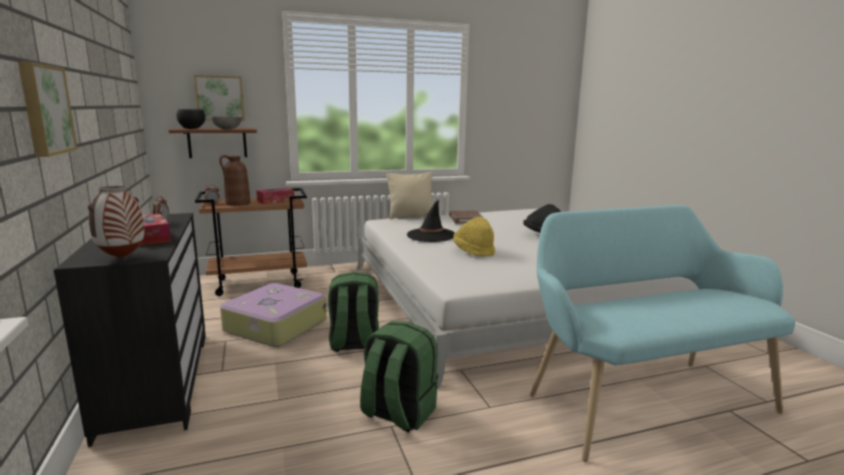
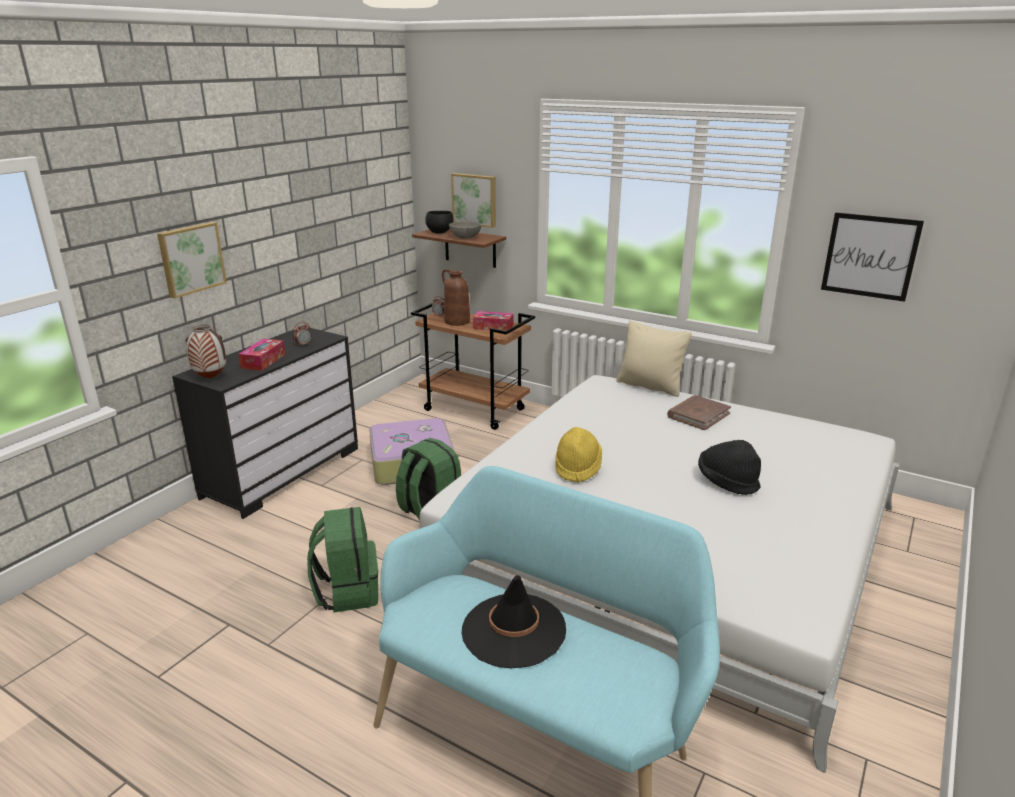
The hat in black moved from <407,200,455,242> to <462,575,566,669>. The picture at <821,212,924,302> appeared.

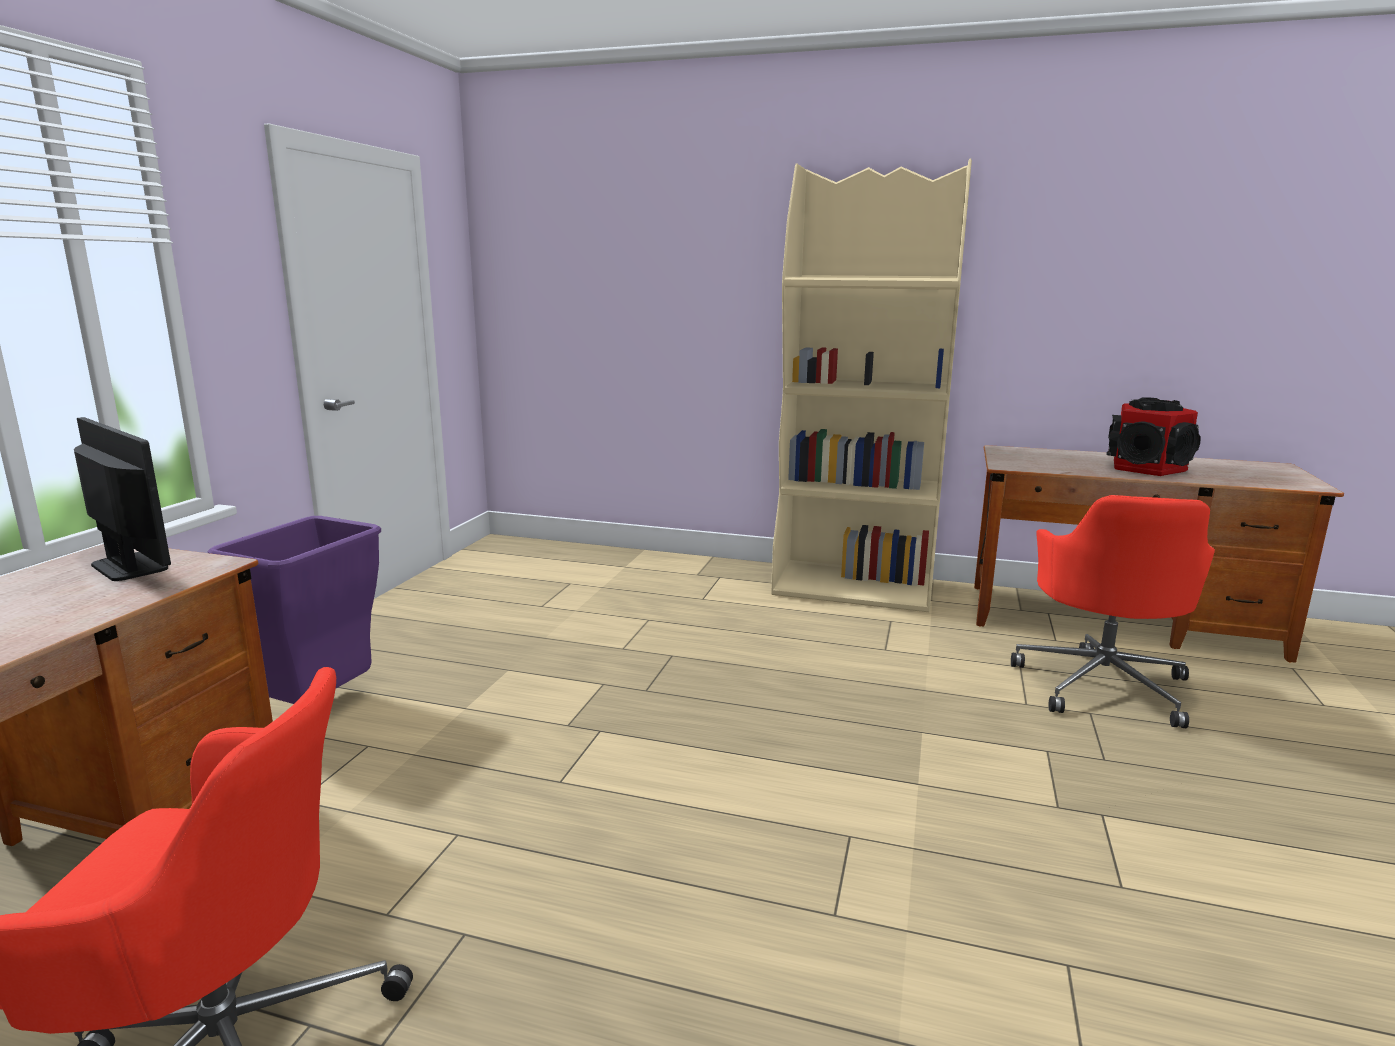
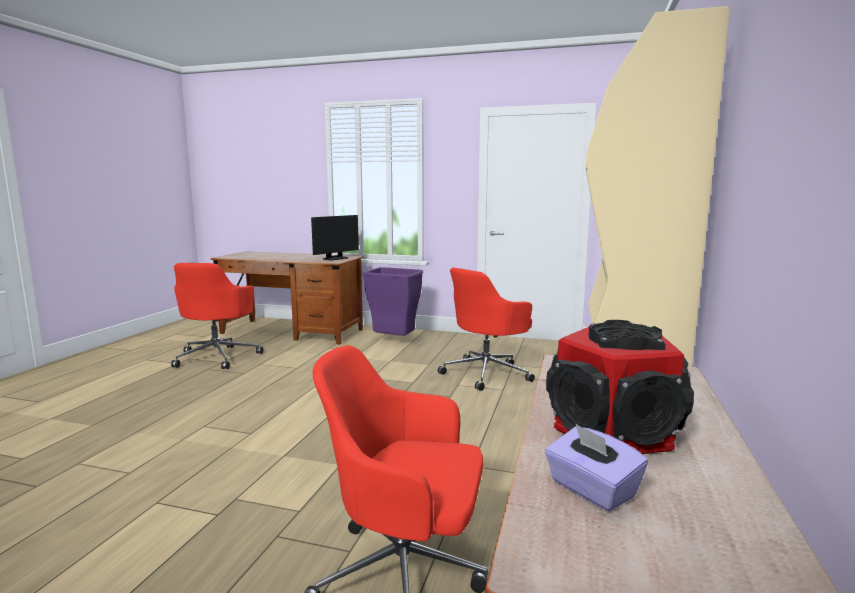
The office chair in red at <437,267,535,391> appeared. The tissue box in purple at <545,423,648,511> appeared.

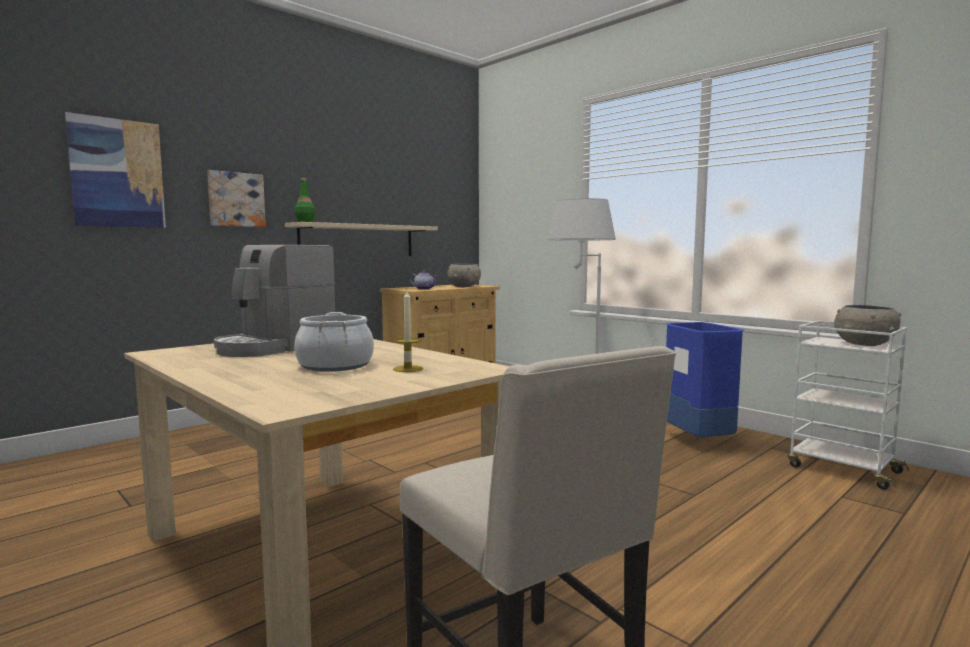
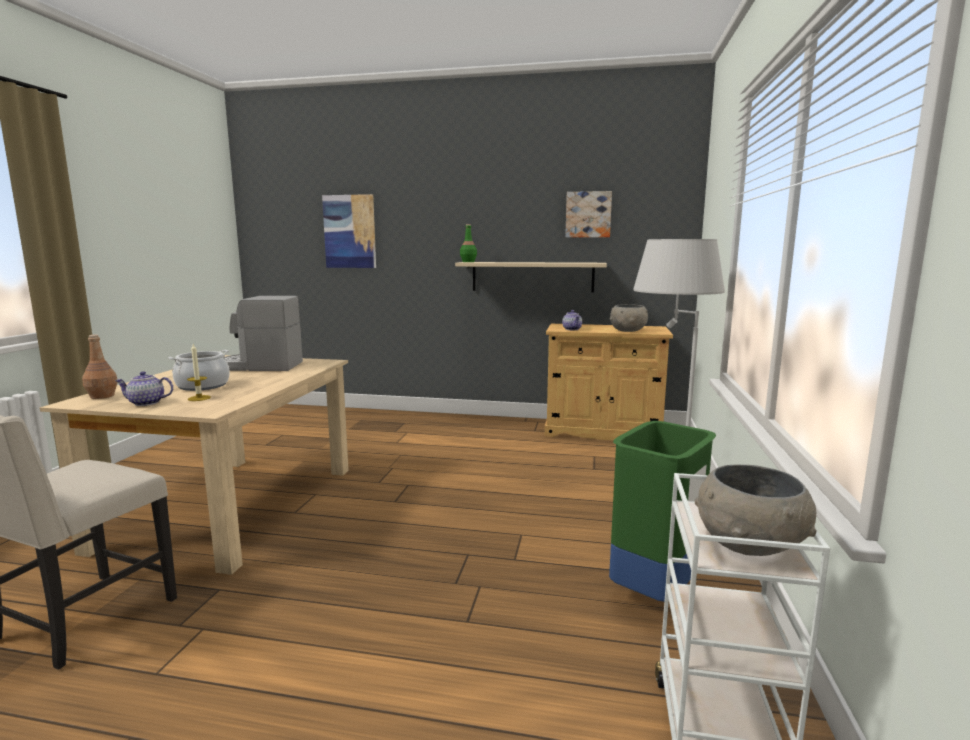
The picture moved from <207,170,266,227> to <565,191,612,238>. The trash can in blue at <666,322,744,437> became the trash can in green at <609,421,716,602>. The bottle in brown at <82,335,118,399> appeared. The teapot at <115,371,173,406> appeared.

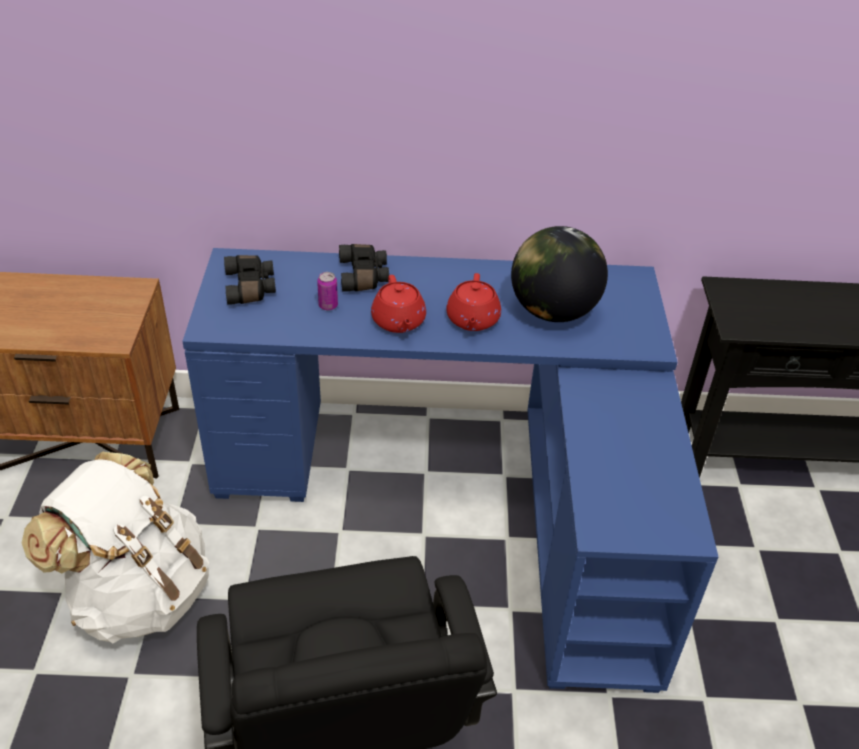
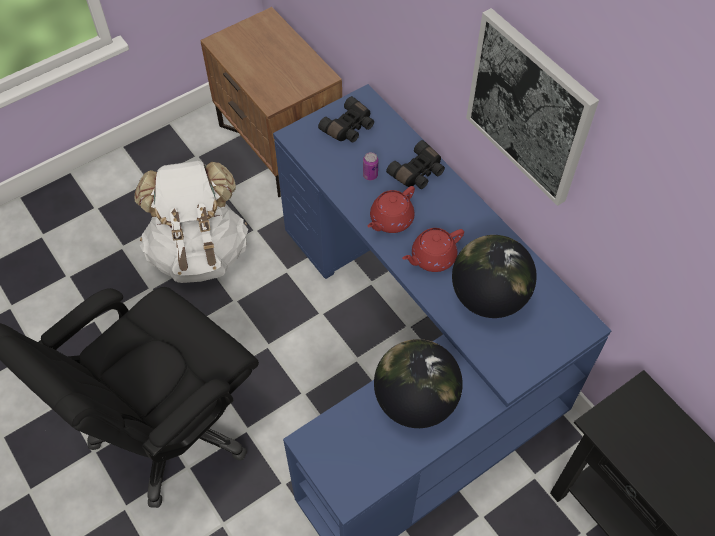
The picture at <466,8,599,206> appeared. The globe at <374,339,463,428> appeared.

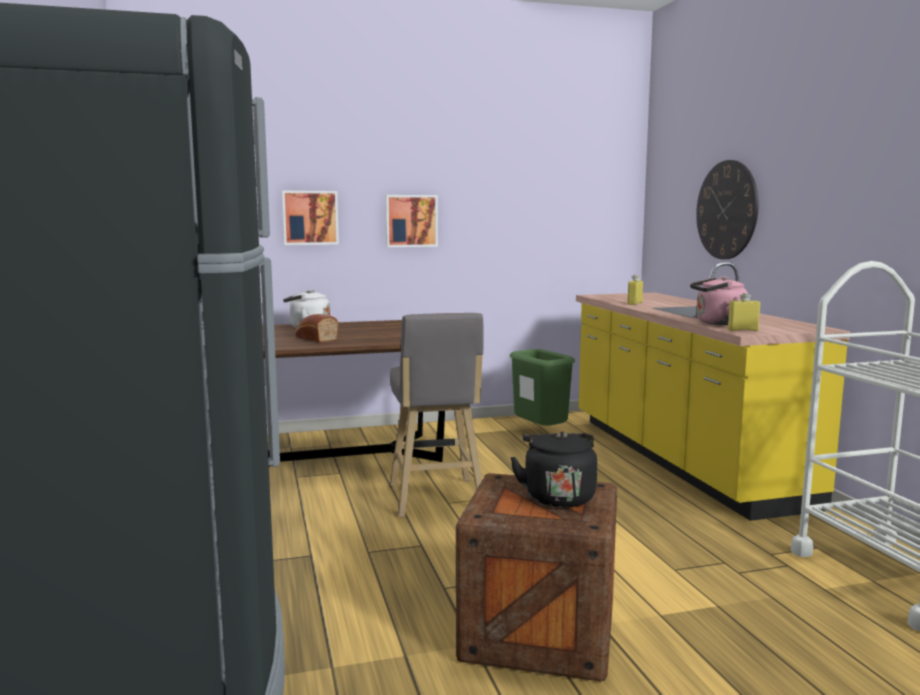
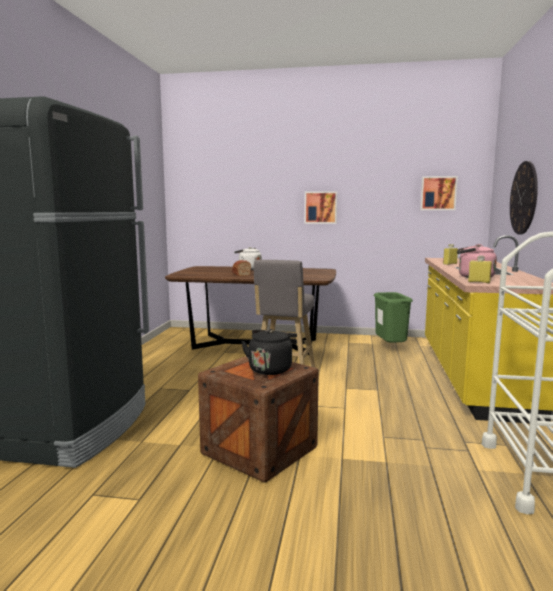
The picture moved from <282,191,339,245> to <420,176,458,210>.

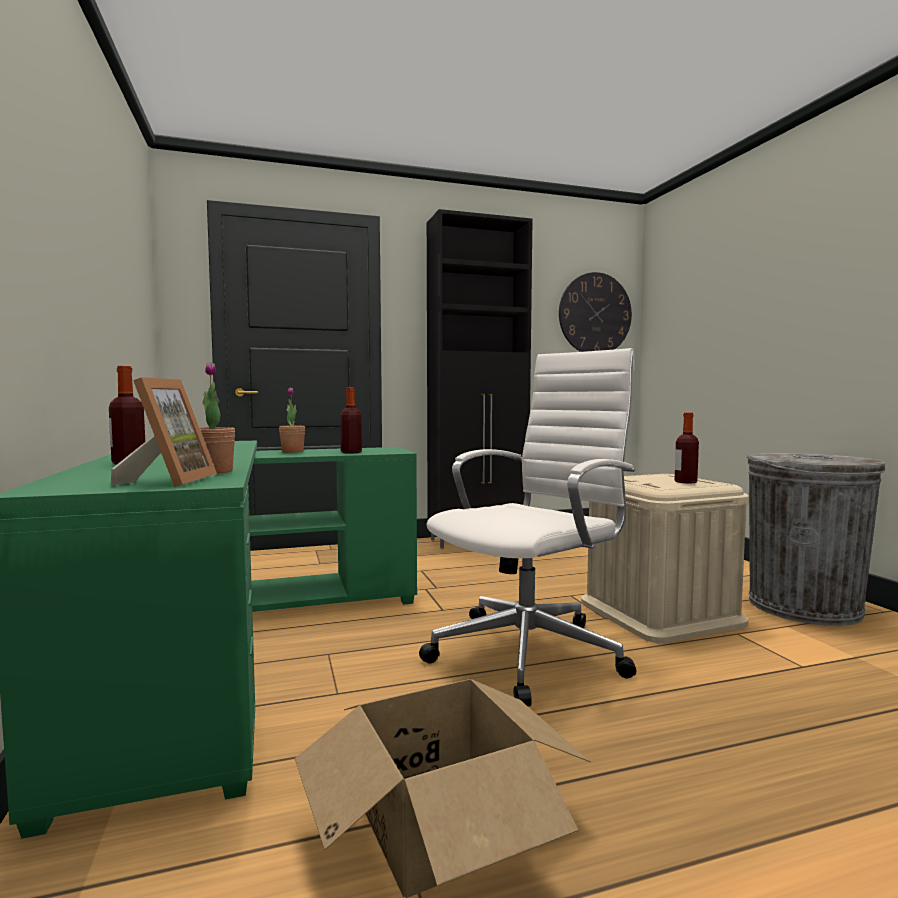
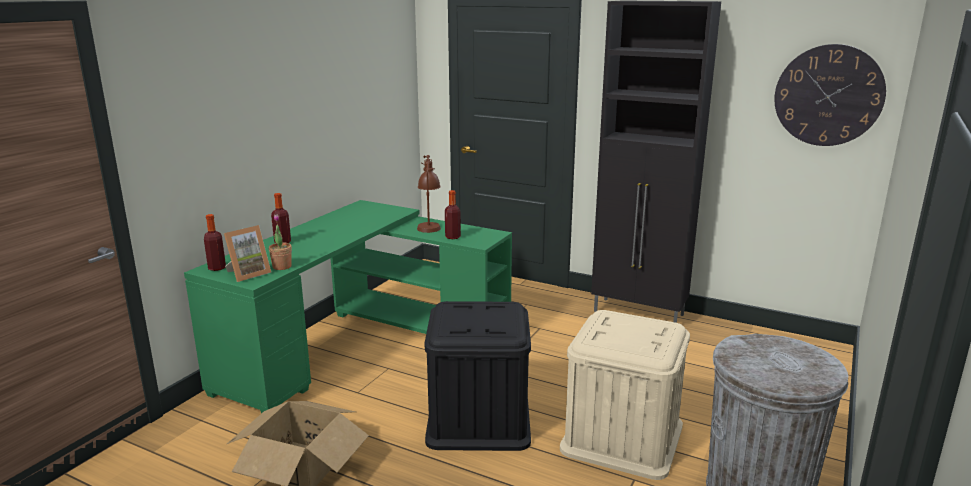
The office chair in white at <419,348,636,706> was replaced by the storage box in black at <424,301,531,451>. The potted plant at <279,387,305,453> was replaced by the table lamp in brown at <417,155,441,233>. The bottle moved from <675,413,699,484> to <204,214,226,271>.

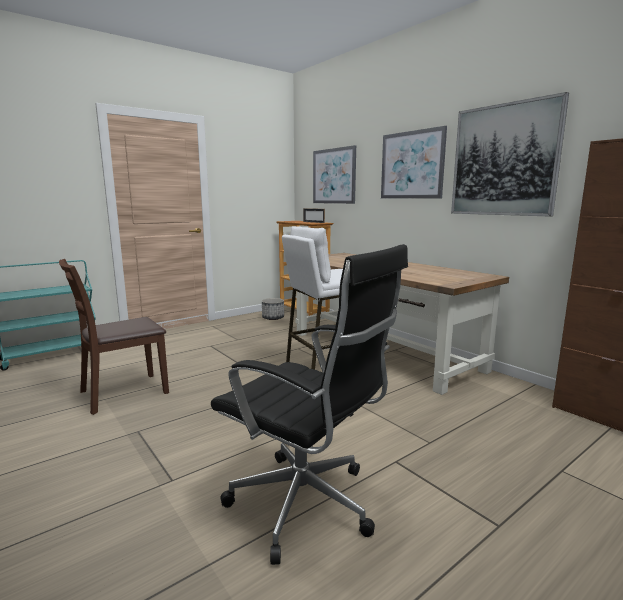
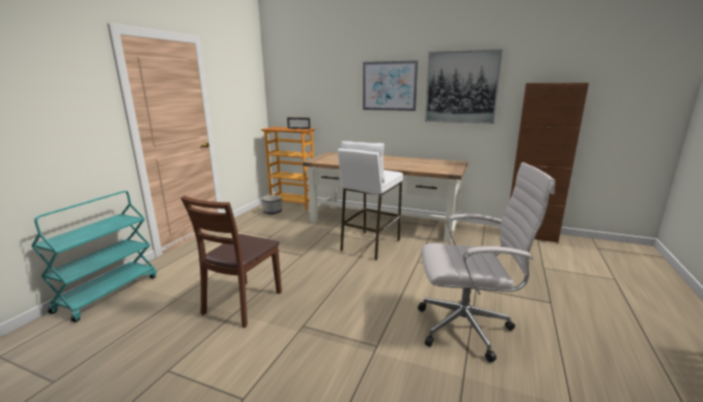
The picture at <313,145,356,204> disappeared. The office chair in black at <211,244,408,565> became the office chair in white at <418,162,555,362>.

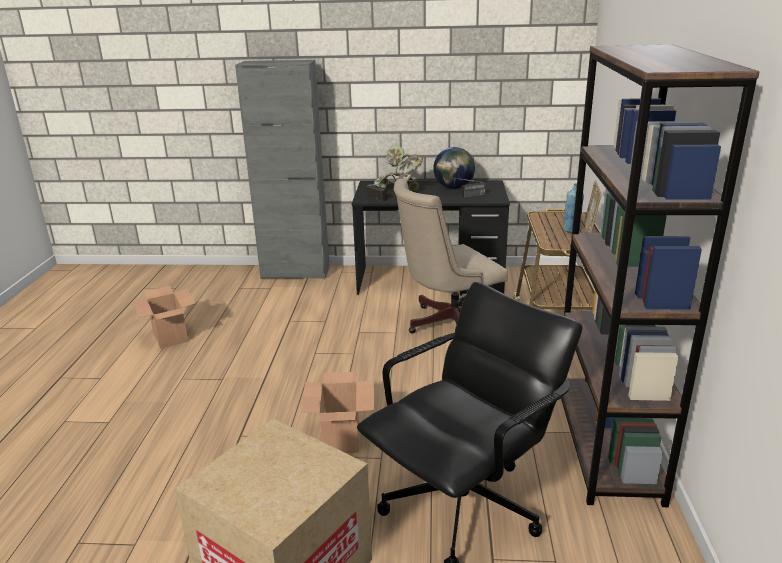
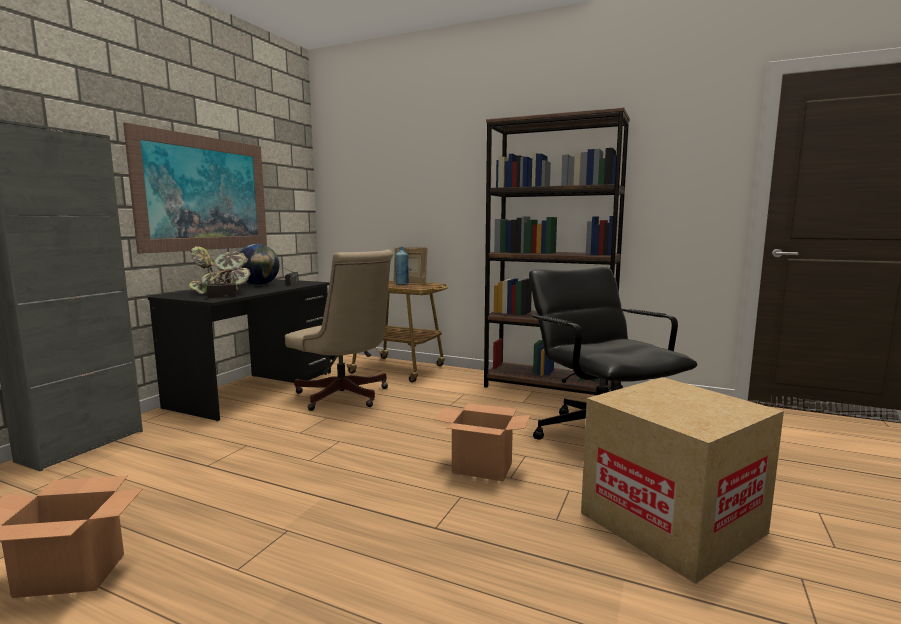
The office chair in beige at <394,179,508,334> turned 45 degrees counterclockwise. The picture at <123,122,267,254> appeared.

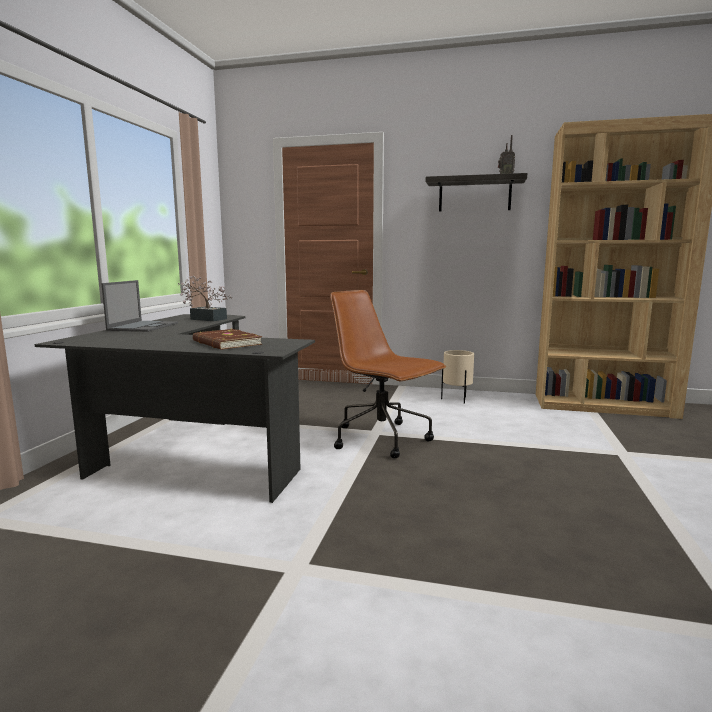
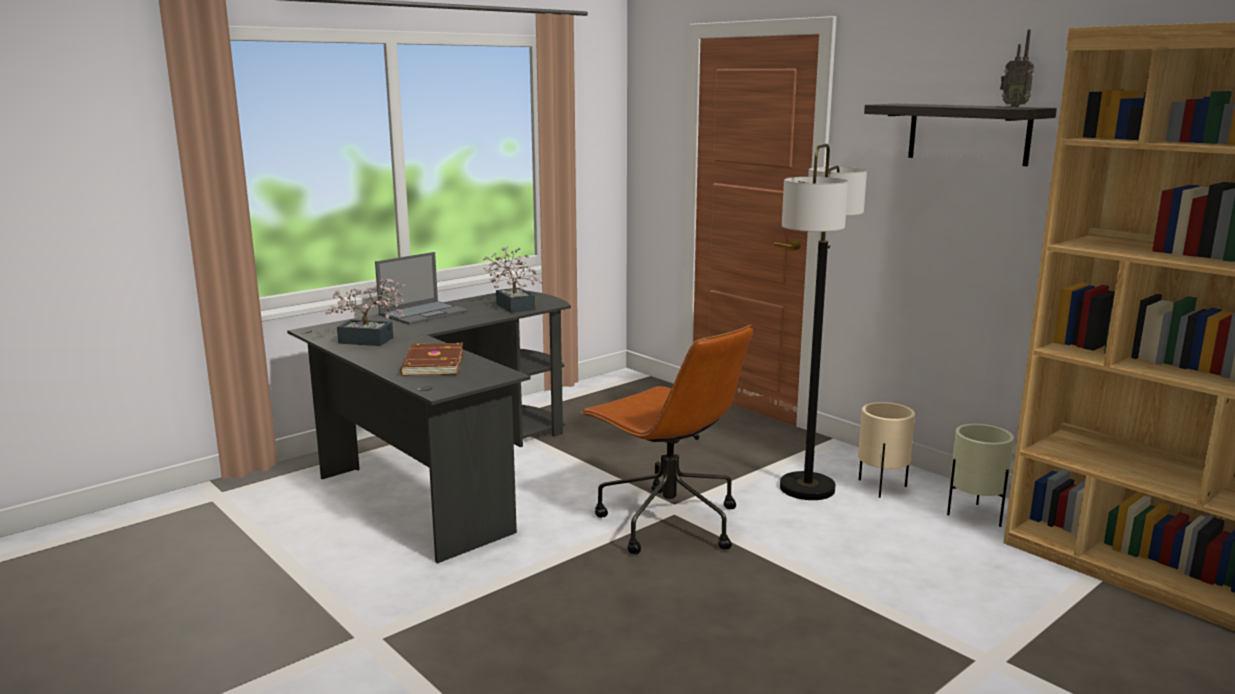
The office chair in brown at <330,290,446,458> turned 150 degrees clockwise. The floor lamp at <780,144,867,500> appeared. The potted plant at <325,279,406,346> appeared. The planter in beige at <947,424,1014,527> appeared.

